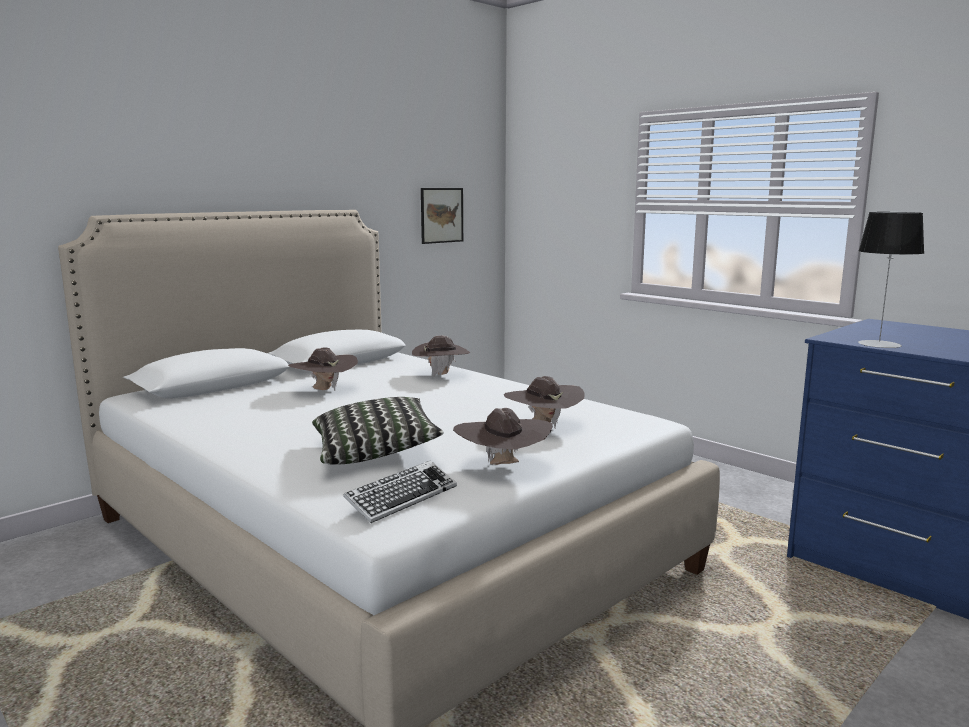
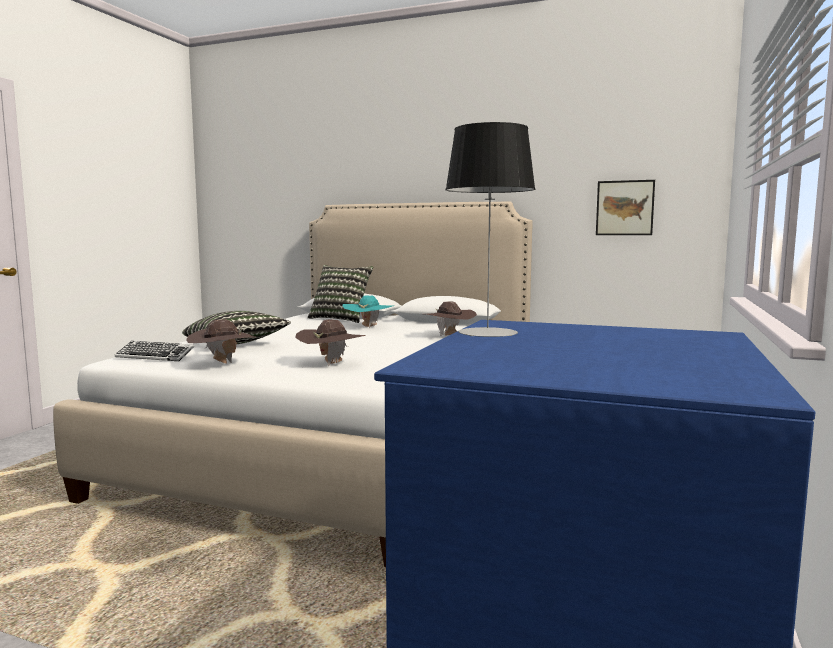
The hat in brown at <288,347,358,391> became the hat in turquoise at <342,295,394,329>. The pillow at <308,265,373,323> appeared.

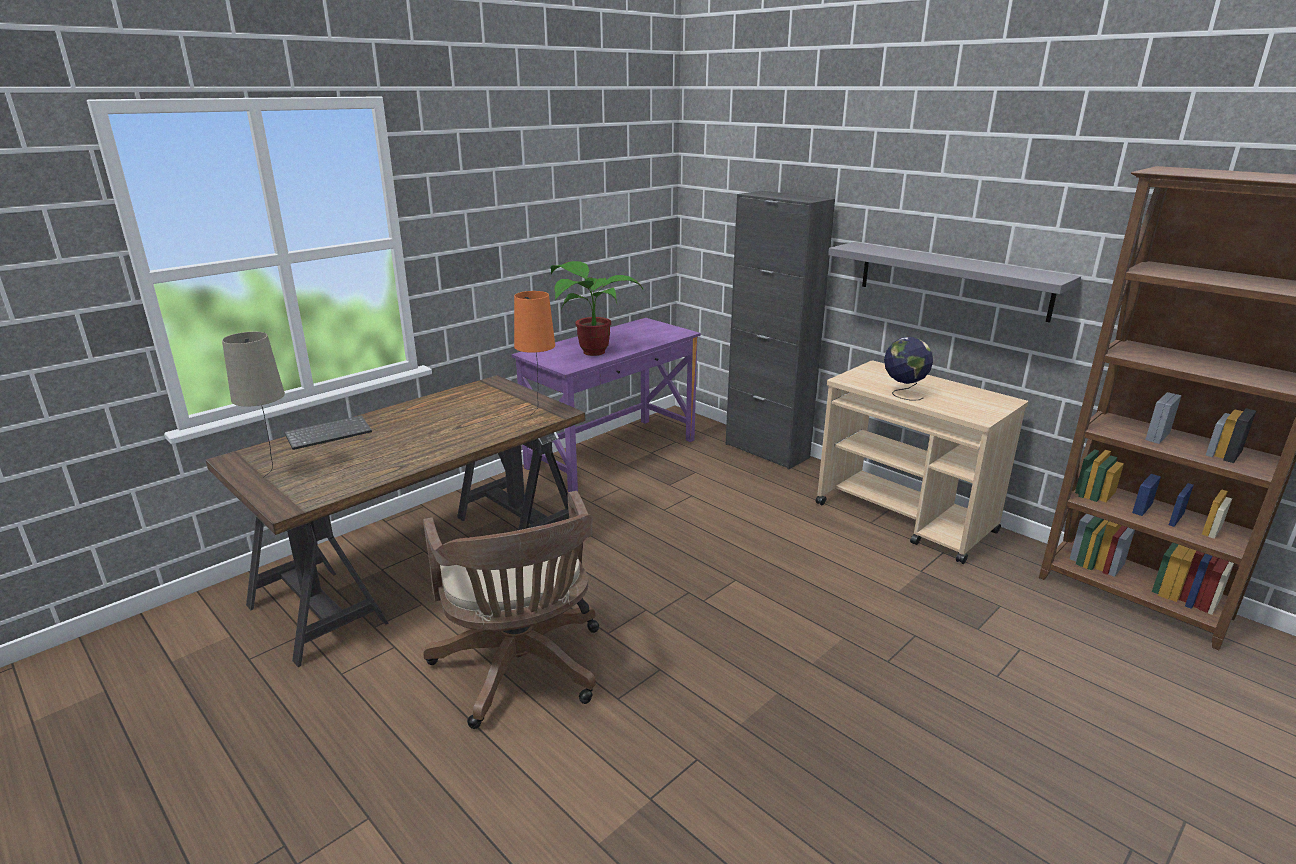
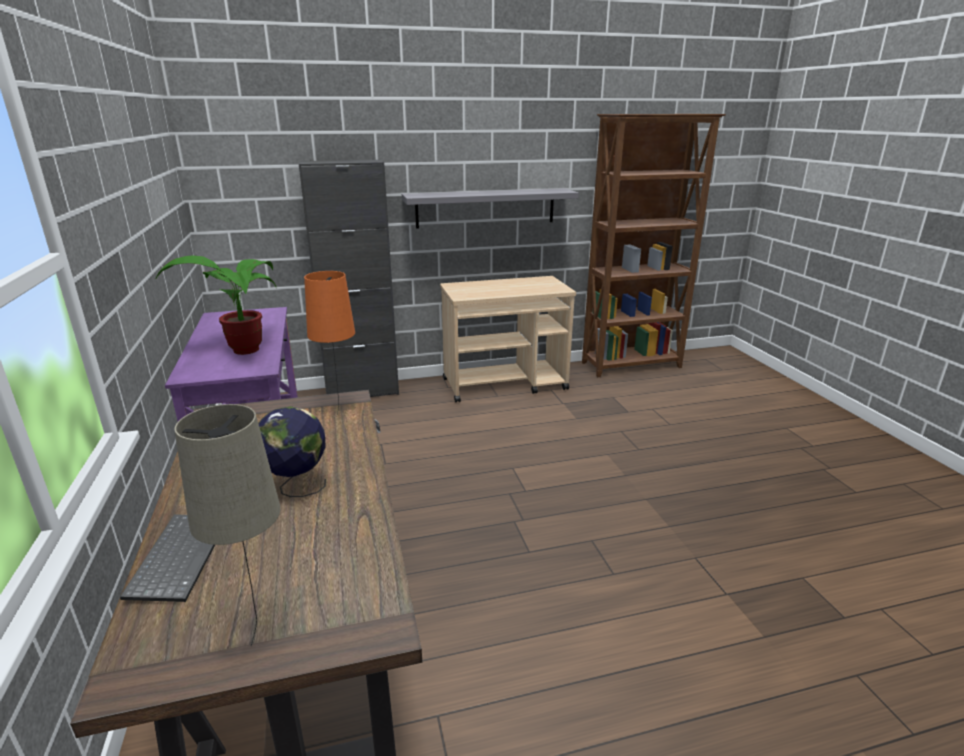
The globe moved from <884,337,933,401> to <258,406,326,497>. The office chair in brown at <423,491,599,729> disappeared.

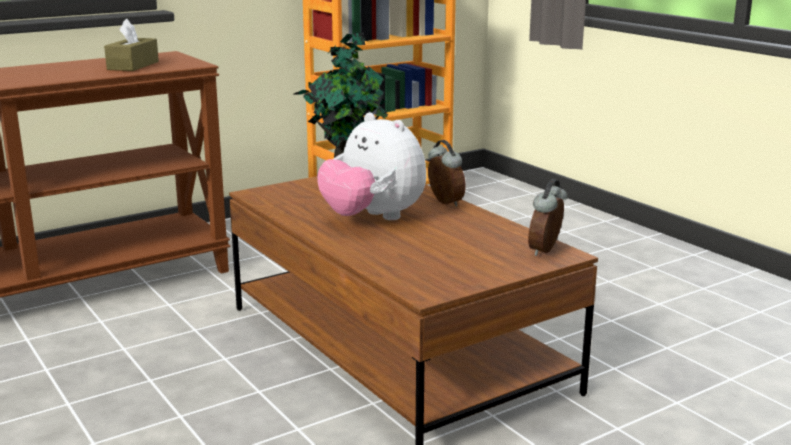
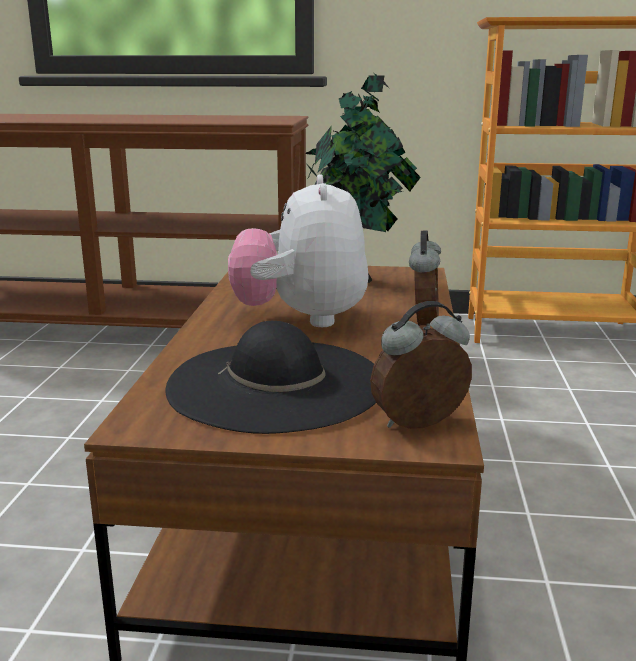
The tissue box in brown at <104,19,159,71> disappeared. The hat in black at <166,321,376,434> appeared.

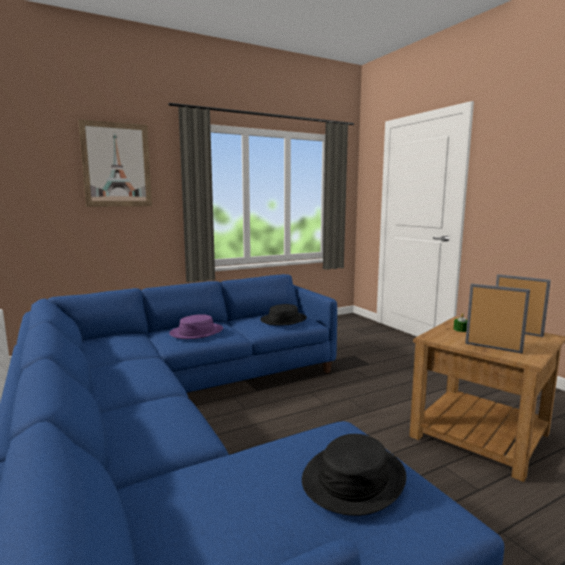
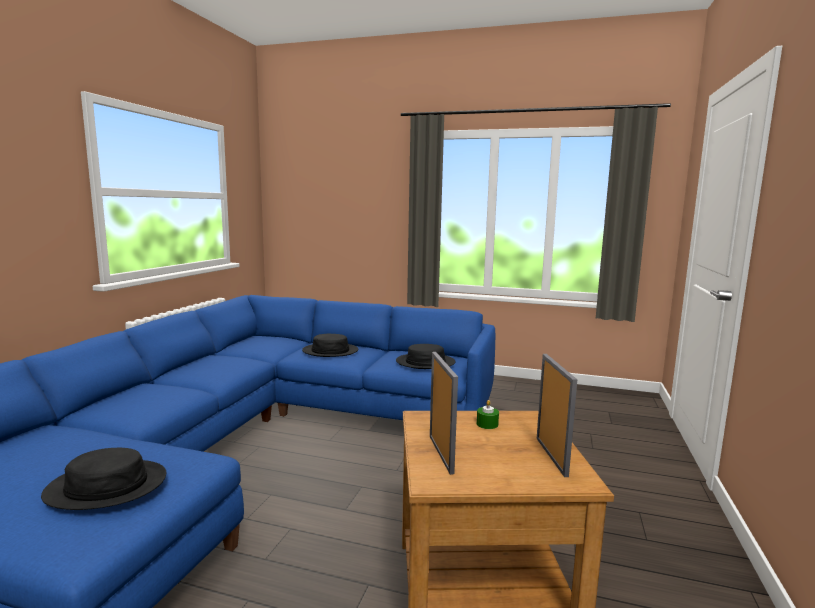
The picture at <78,119,152,207> disappeared. The hat in purple at <169,314,223,339> became the hat in black at <302,334,358,357>.

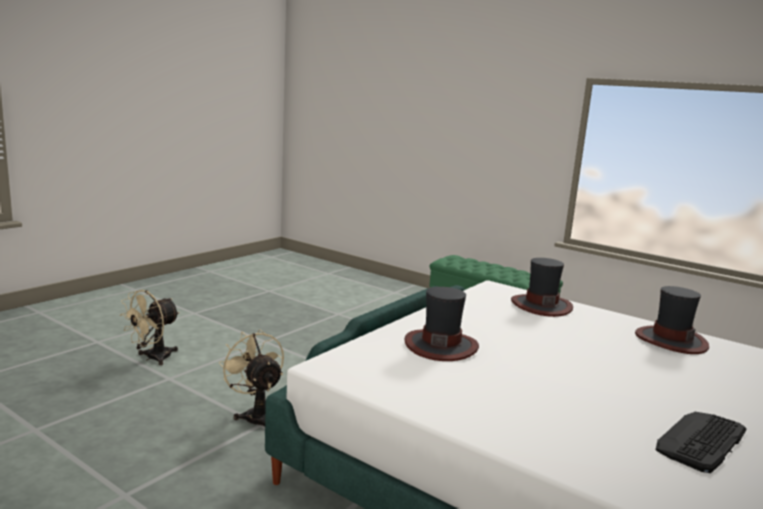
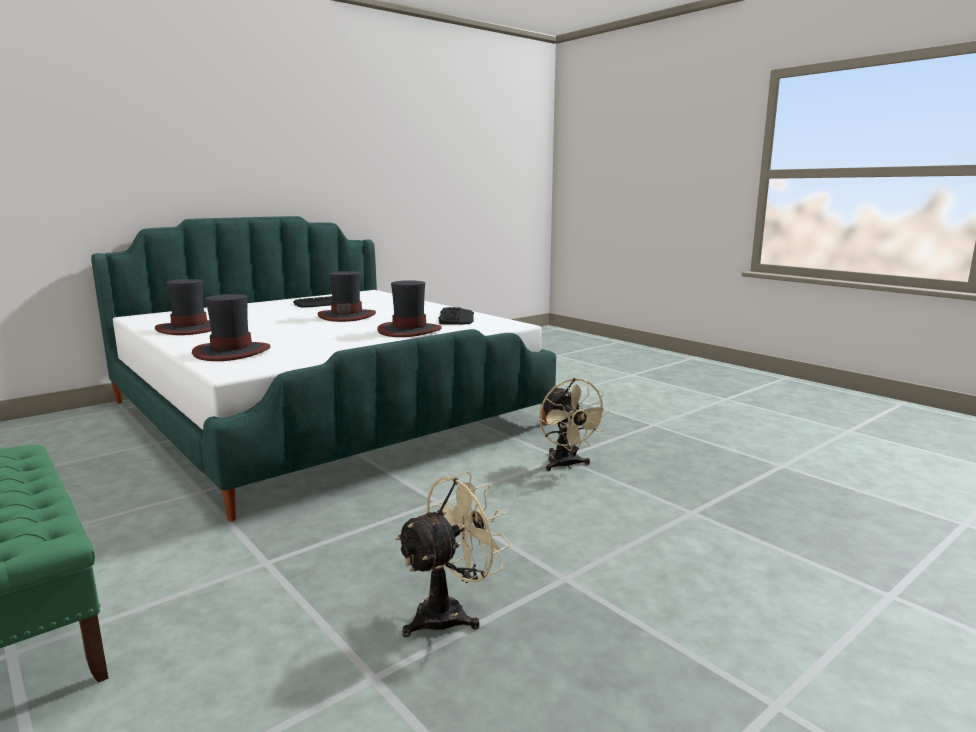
The fan in beige moved from <120,290,180,365> to <395,471,511,637>. The hat at <318,271,376,322> appeared. The keyboard at <439,307,474,325> appeared.

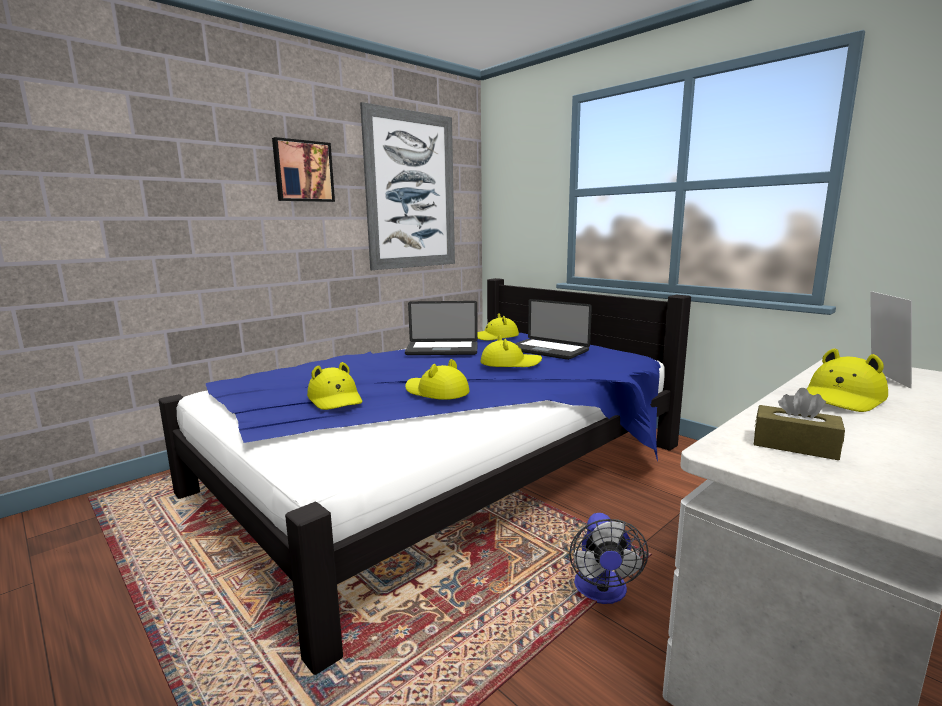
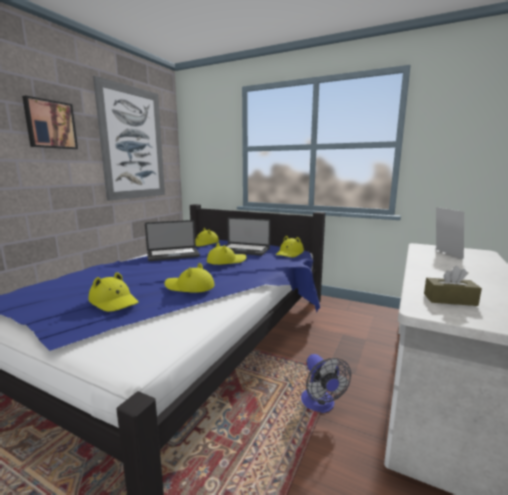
The hat in yellow moved from <807,348,888,412> to <276,236,304,257>.

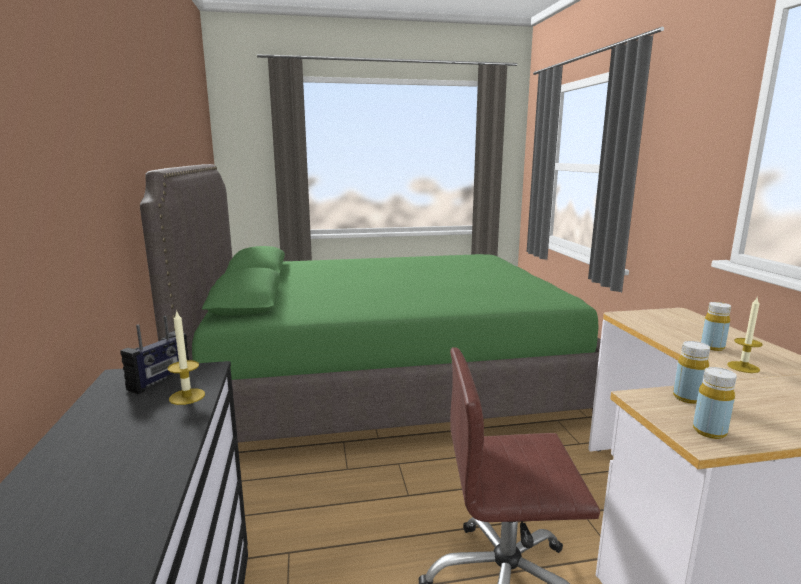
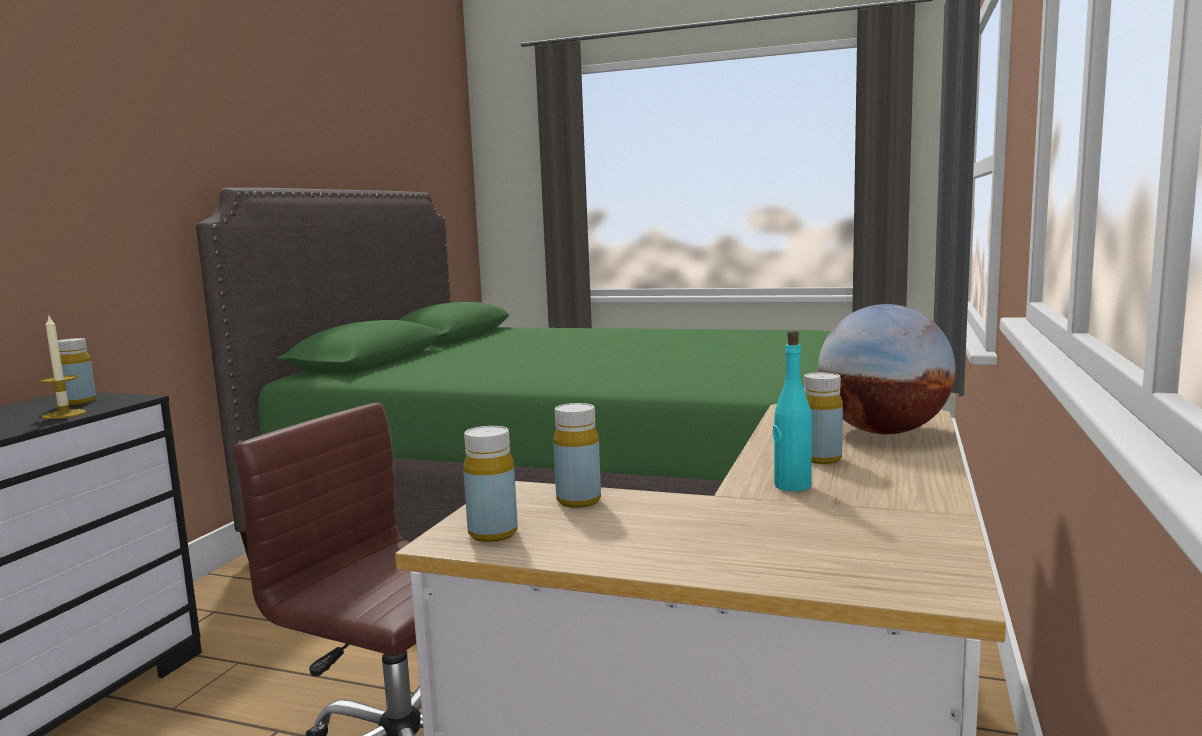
The candle at <727,296,763,373> was replaced by the bottle in turquoise at <773,331,812,491>. The radio at <120,316,189,394> was replaced by the bottle in yellow at <58,338,96,405>. The globe at <818,304,956,434> appeared.

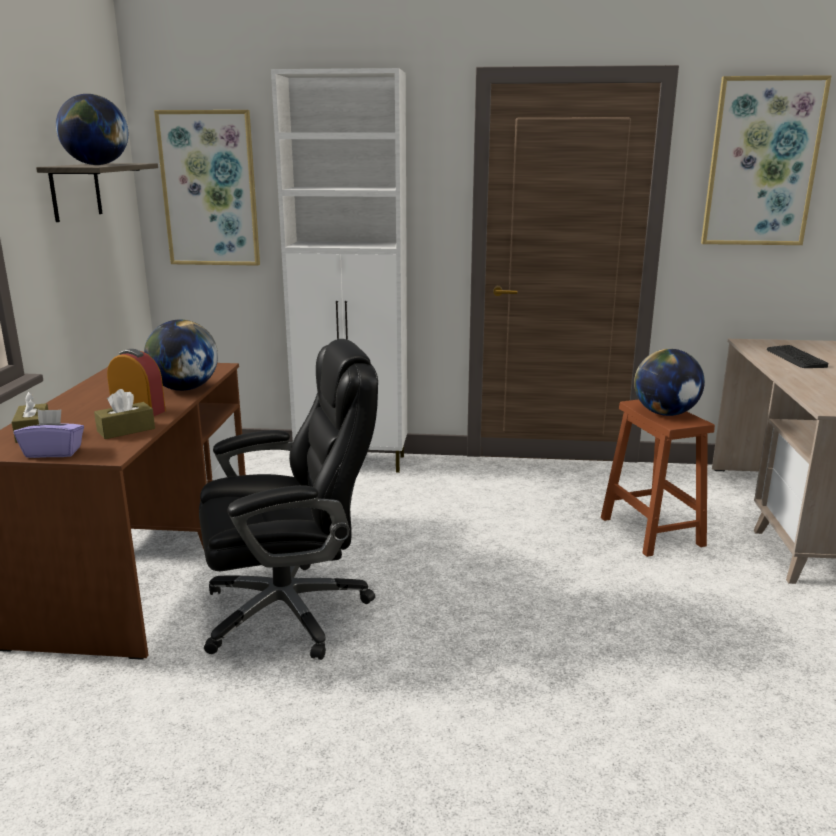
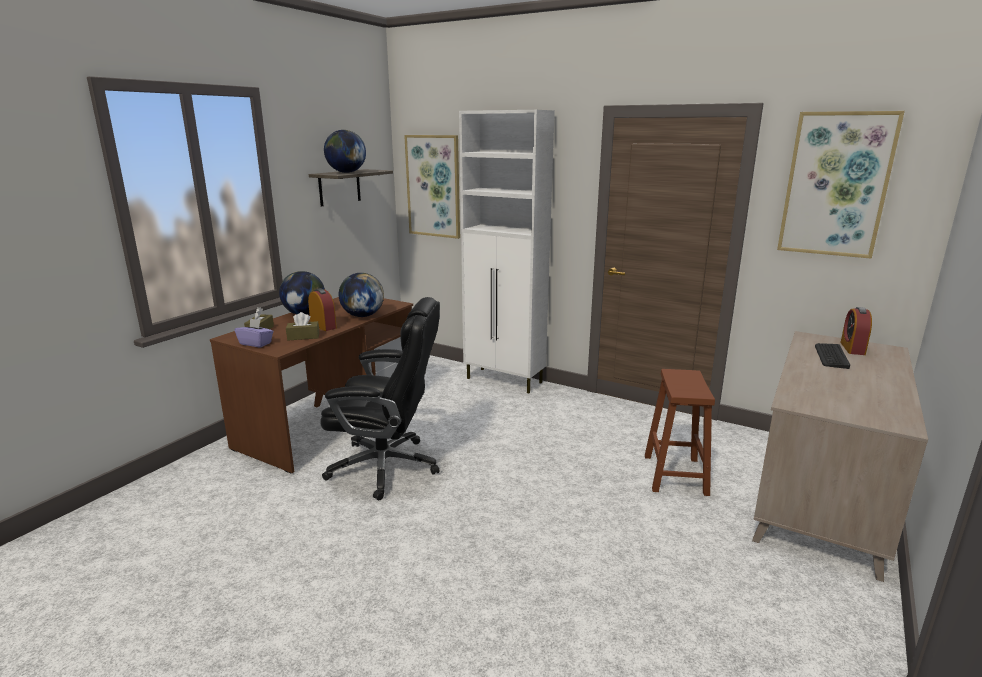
The globe moved from <634,349,705,416> to <279,271,325,315>. The alarm clock at <840,307,872,355> appeared.

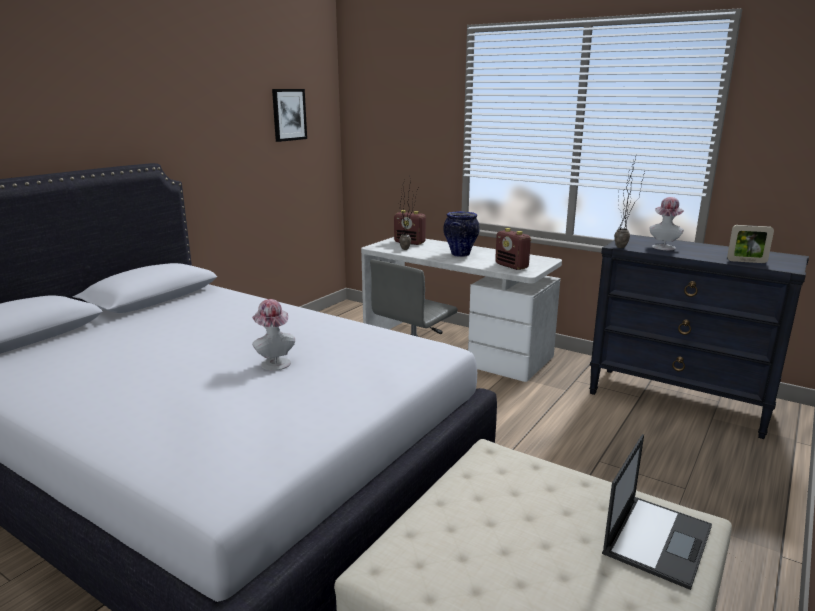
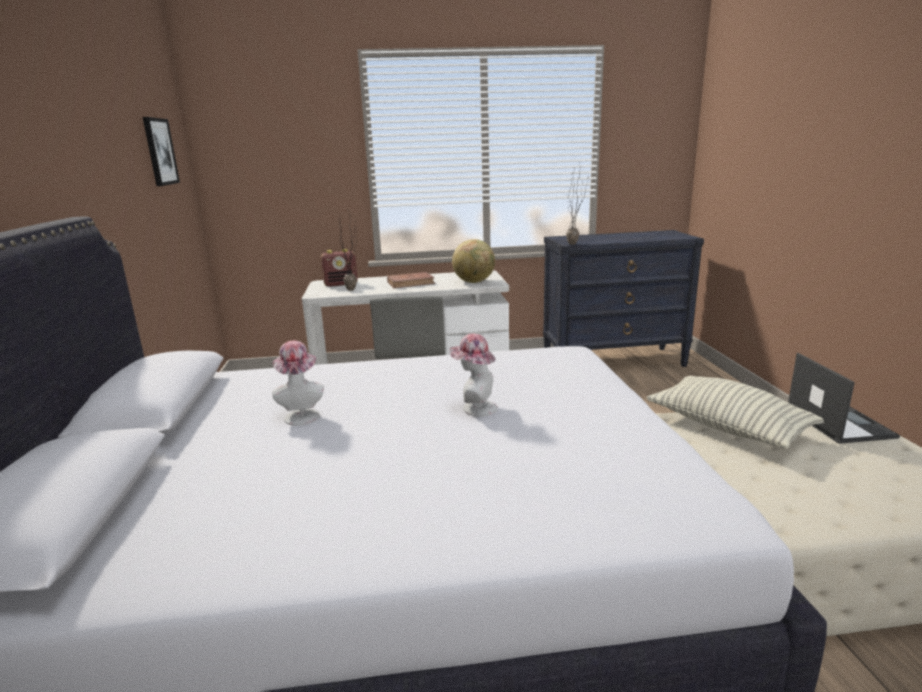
The hat moved from <650,197,684,250> to <272,340,324,426>. The vase at <443,211,480,257> was replaced by the book in brown at <387,272,435,289>. The picture frame at <727,225,774,263> disappeared. The radio at <495,228,531,270> was replaced by the globe at <452,239,495,283>. The pillow at <646,376,824,449> appeared.

